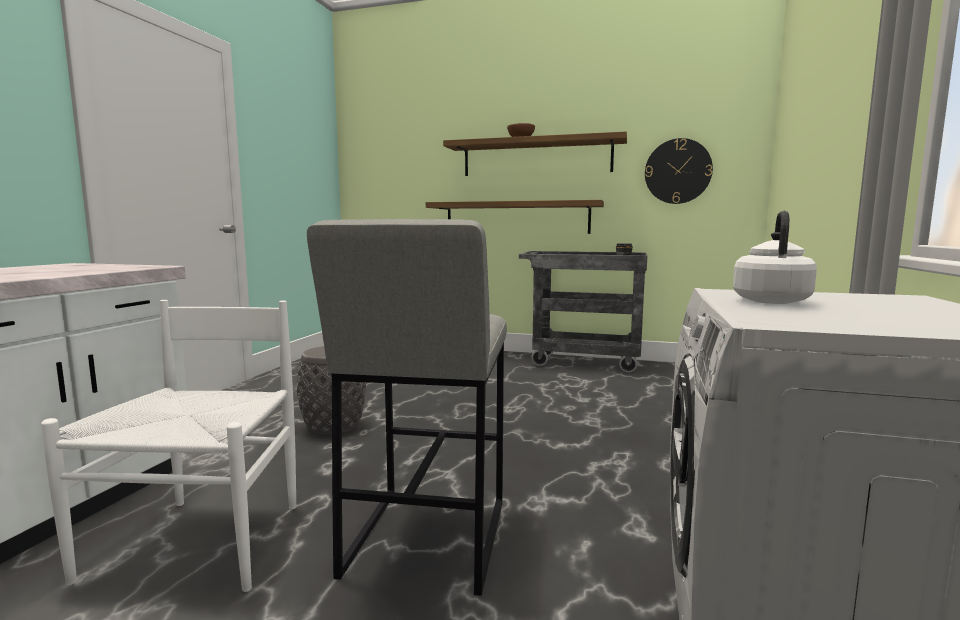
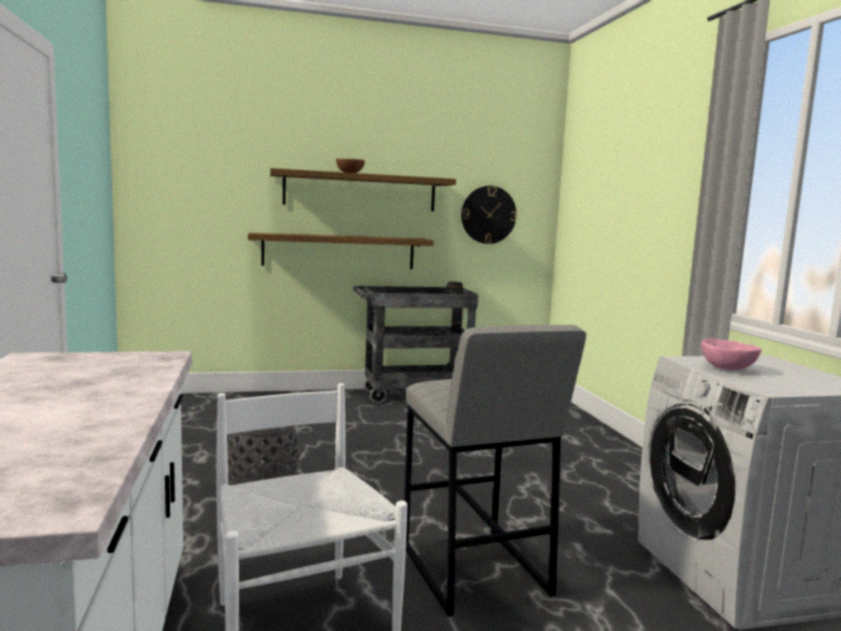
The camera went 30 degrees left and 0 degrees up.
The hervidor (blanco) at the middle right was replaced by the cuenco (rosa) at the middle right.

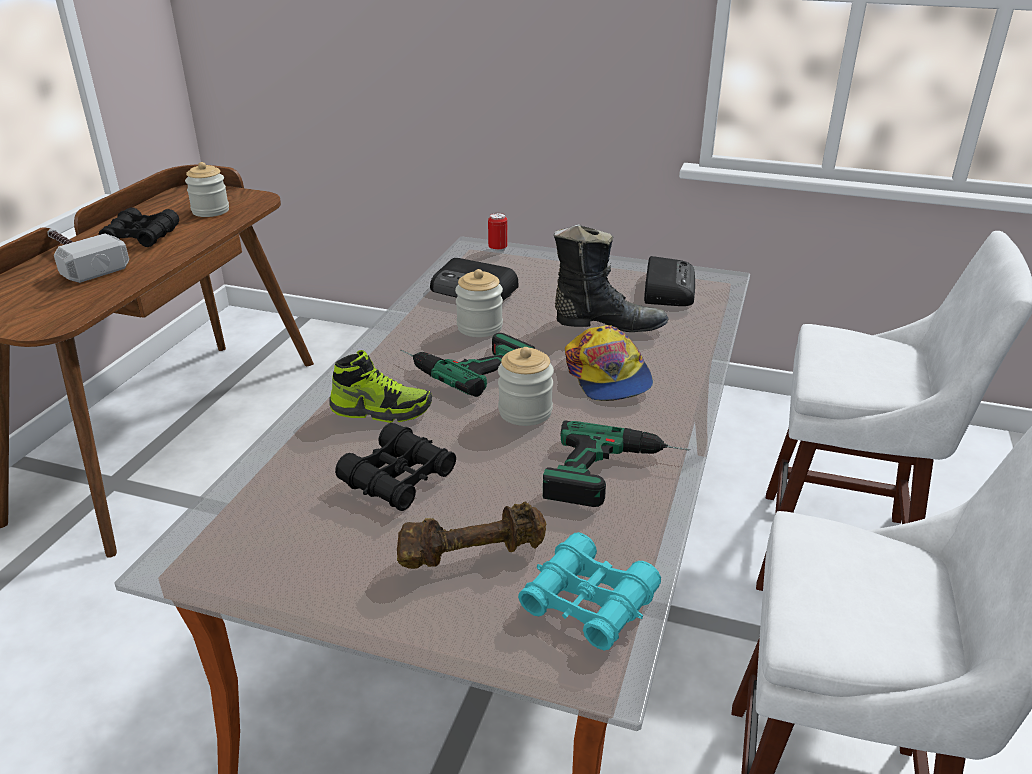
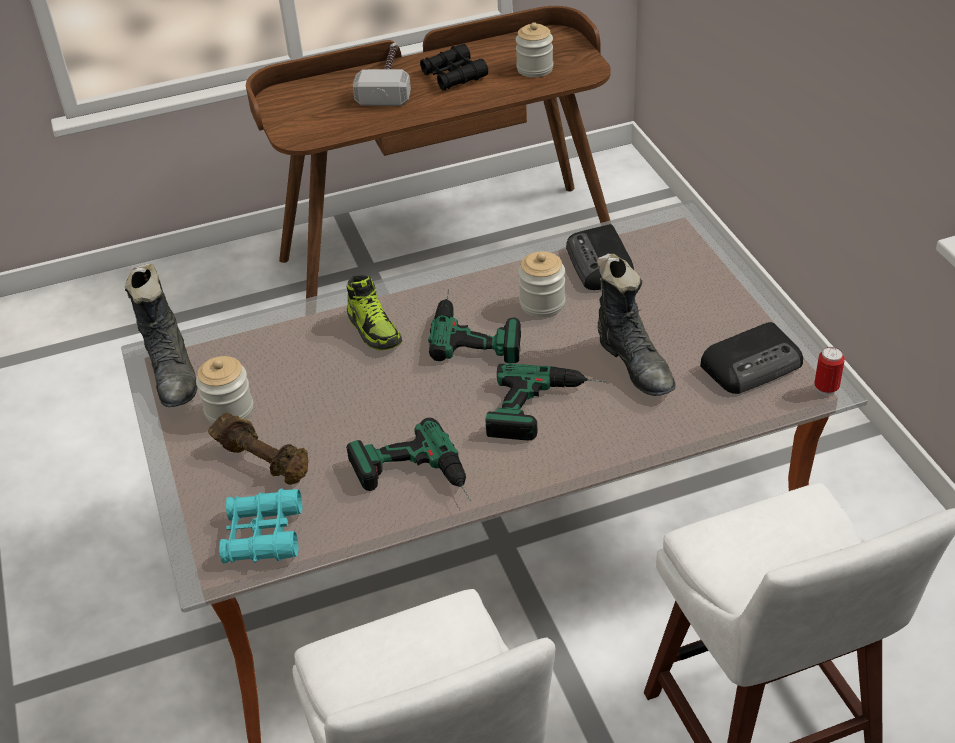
The camera went 55 degrees right and 10 degrees up.
The lata moved from the top centre to the middle right.
The gorra at the centre was replaced by the taladro (3rd from left) at the centre.
The tarro (3rd from left in the first image) moved from the centre to the middle left.
The prismáticos (negro) (2nd from left) at the centre disappeared.
The bota (negro) (1st from left) at the middle left appeared.

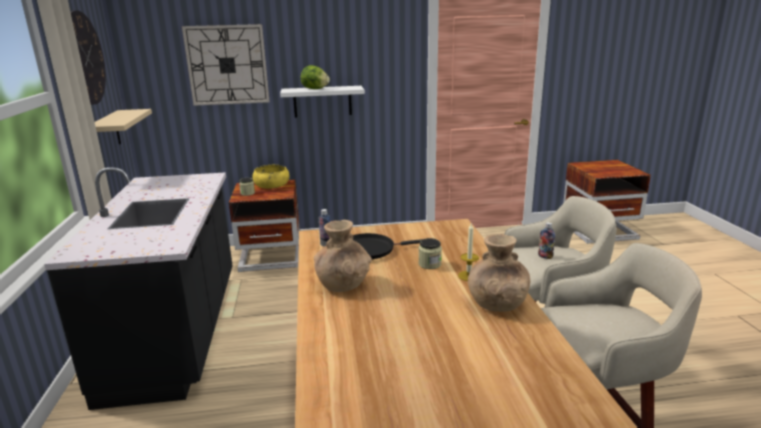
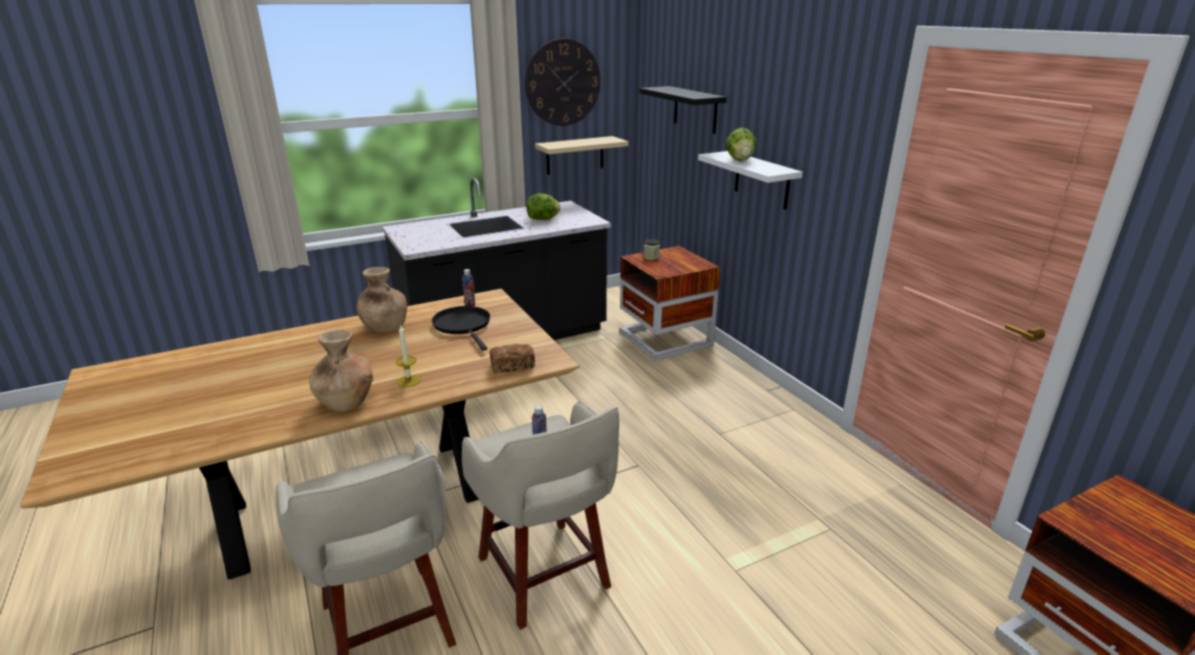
The camera went 70 degrees right and 5 degrees up.
The reloj de pared (2nd from left) at the top left was replaced by the estante (negro) at the top centre.
The cuenco (amarillo) at the centre disappeared.
The tarro (2nd from left) at the centre disappeared.
The lechuga (1st from left) at the top centre appeared.
The pan at the centre appeared.

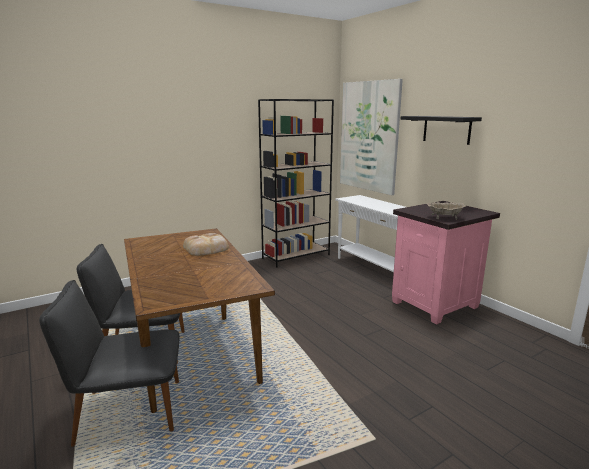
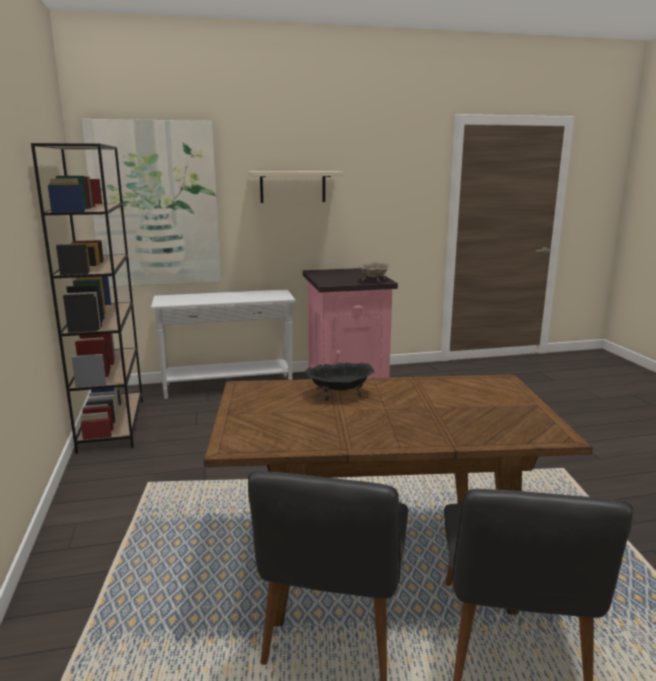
The camera went 70 degrees left and 0 degrees up.
The estante (negro) at the top right became the estante (beis) at the top centre.
The pan at the centre was replaced by the cuenco (negro) at the centre.

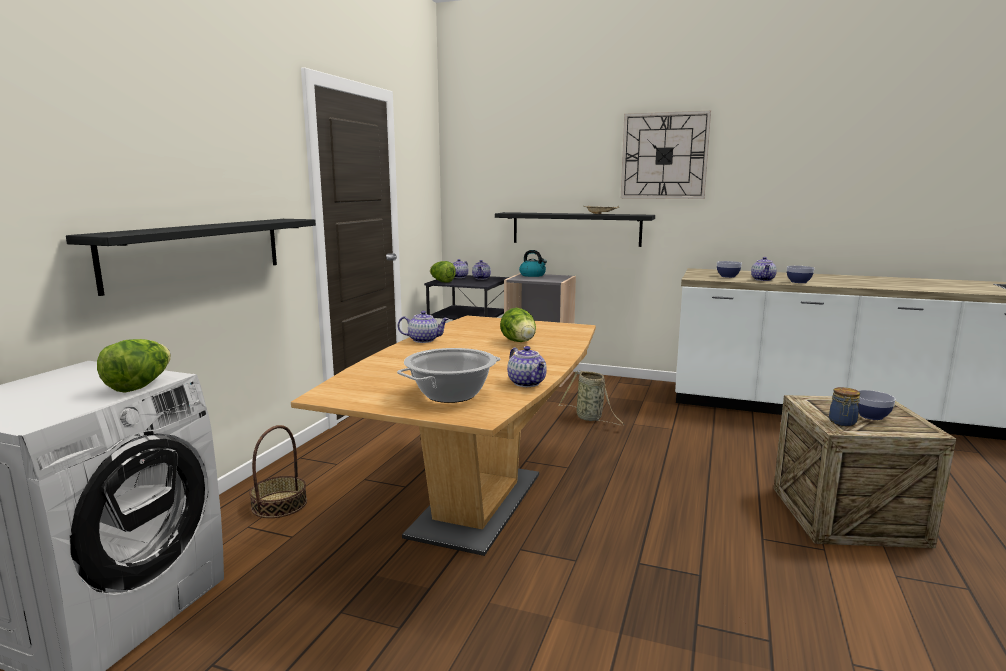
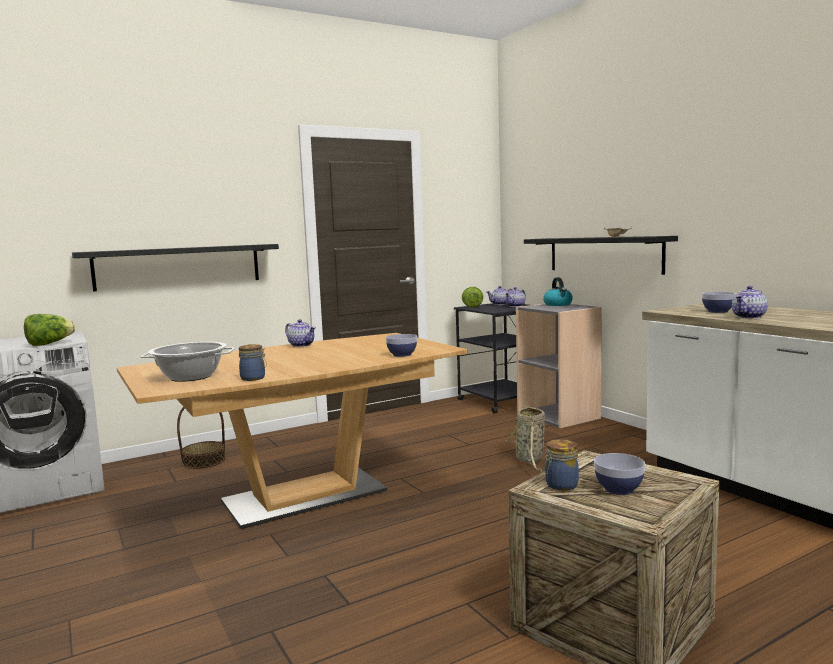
The camera went 40 degrees right and 5 degrees down.
The reloj de pared at the top centre disappeared.
The cuenco (2nd from left in the first image) moved from the middle right to the centre.
The lechuga (3rd from left) at the centre disappeared.
The tetera (4th from left) at the centre was replaced by the tarro (1st from left) at the middle left.

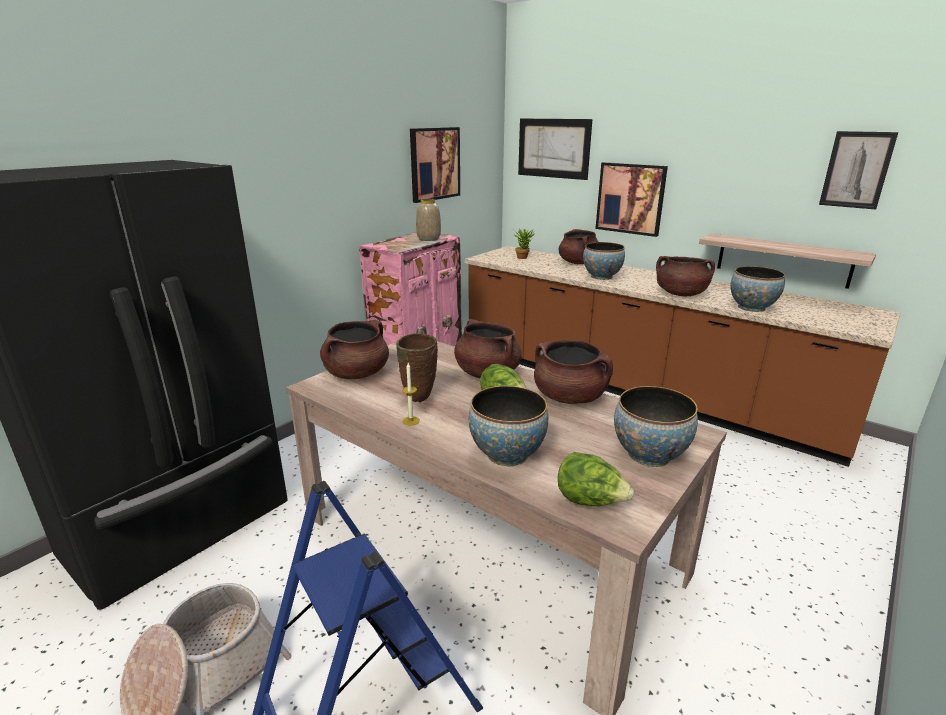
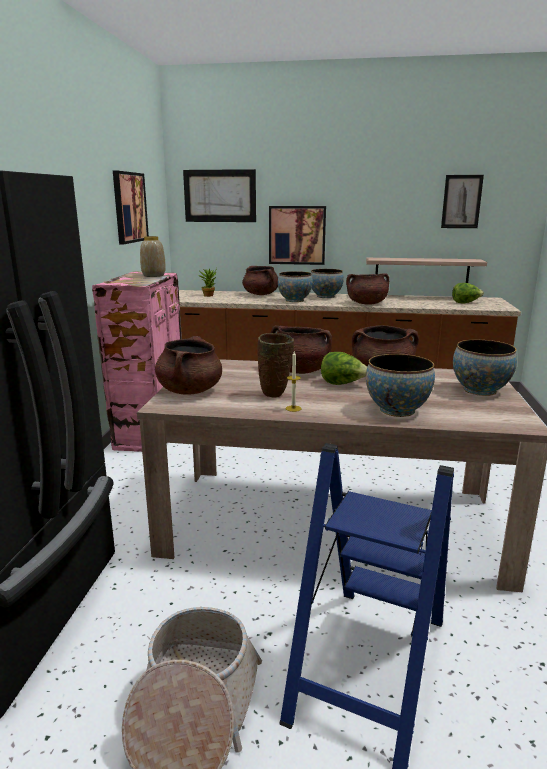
The camera went 30 degrees left and 5 degrees down.
The cuenco (4th from left in the first image) moved from the middle right to the centre.
The lechuga (2nd from left) moved from the bottom centre to the middle right.

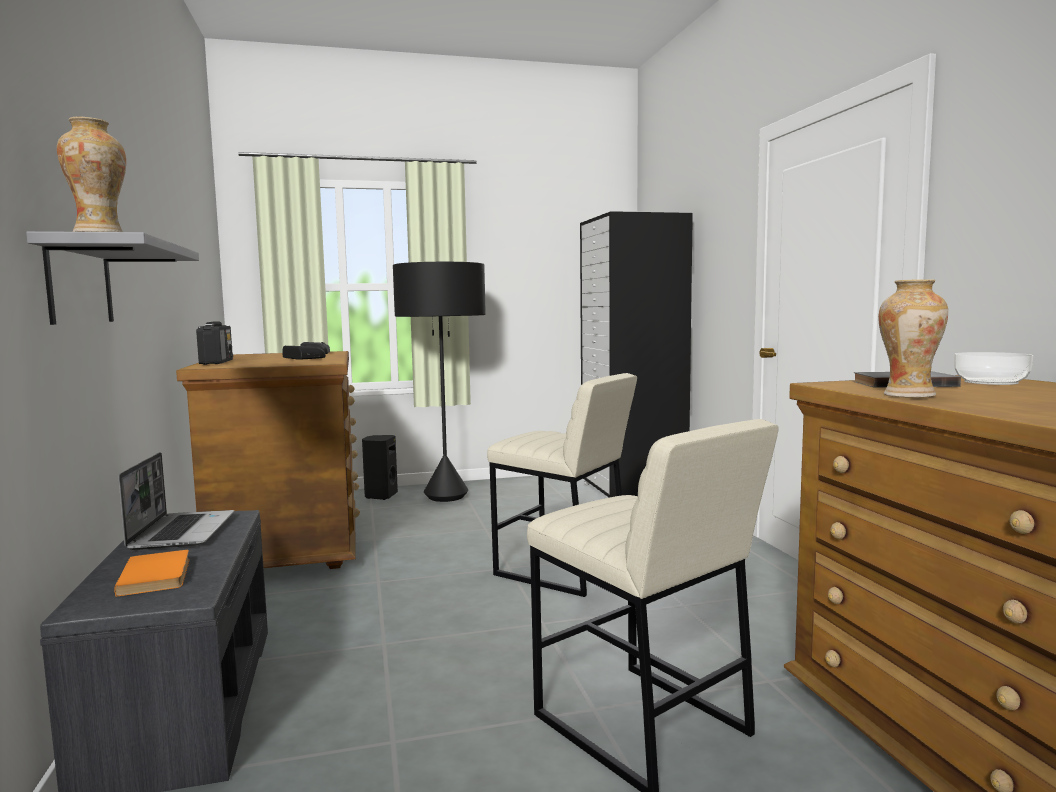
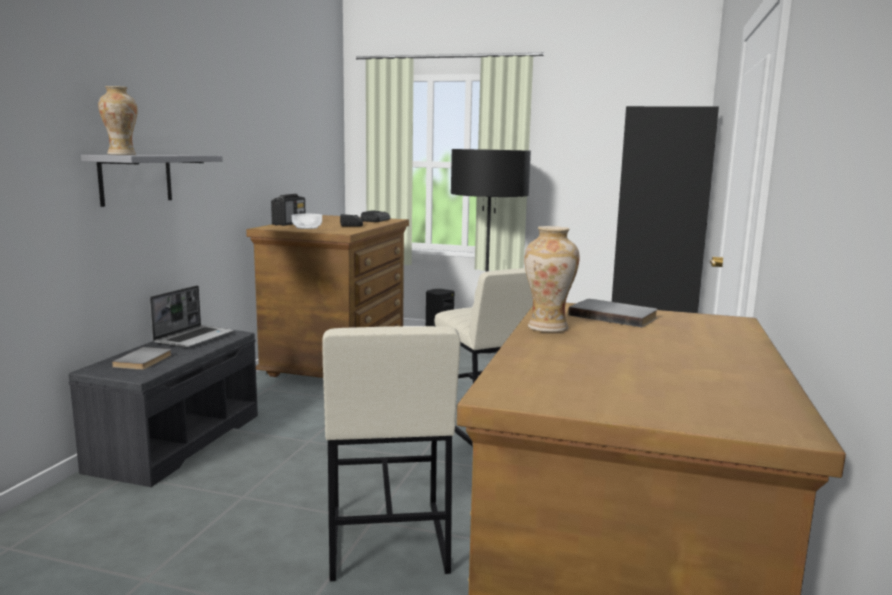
The camera went 30 degrees right and 5 degrees up.
The cuenco moved from the middle right to the centre.
The libro (naranja) at the bottom left became the libro (gris) (1st from left) at the middle left.

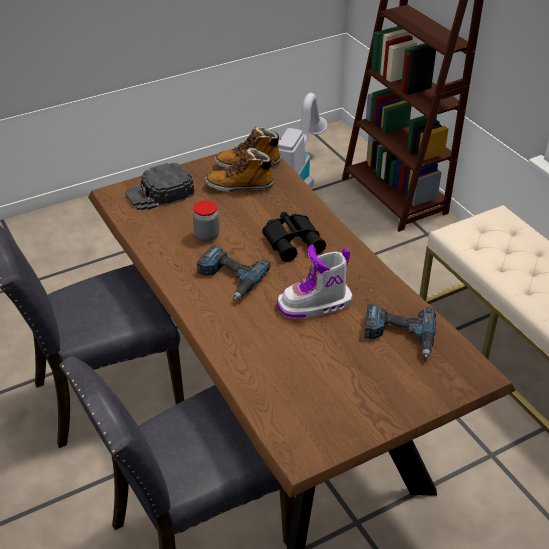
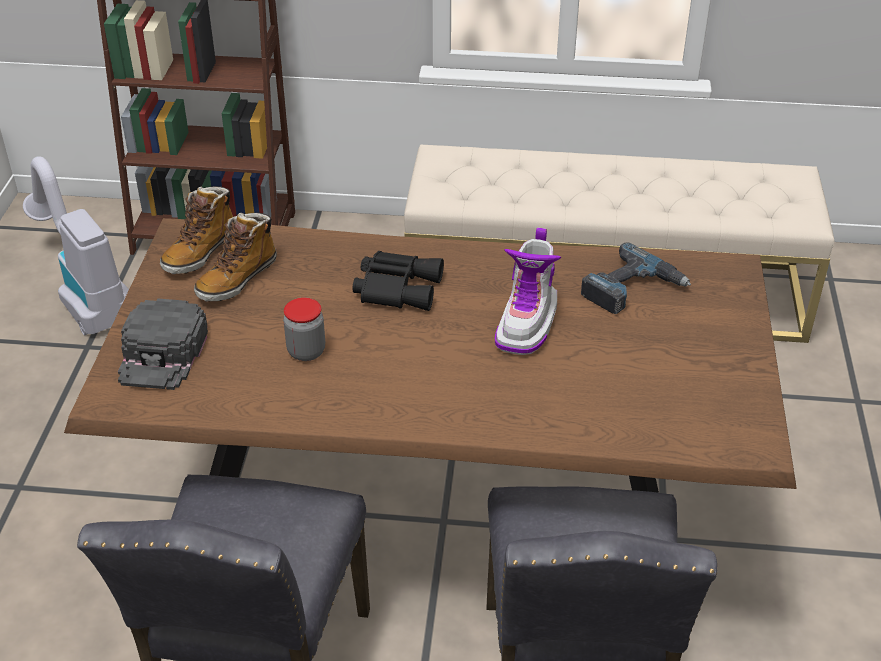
The camera went 55 degrees left and 0 degrees up.
The taladro (1st from left) at the centre disappeared.

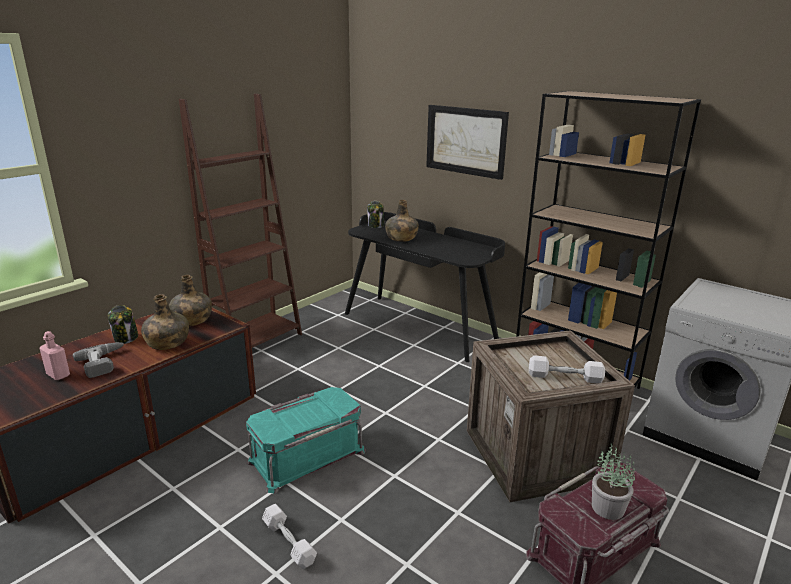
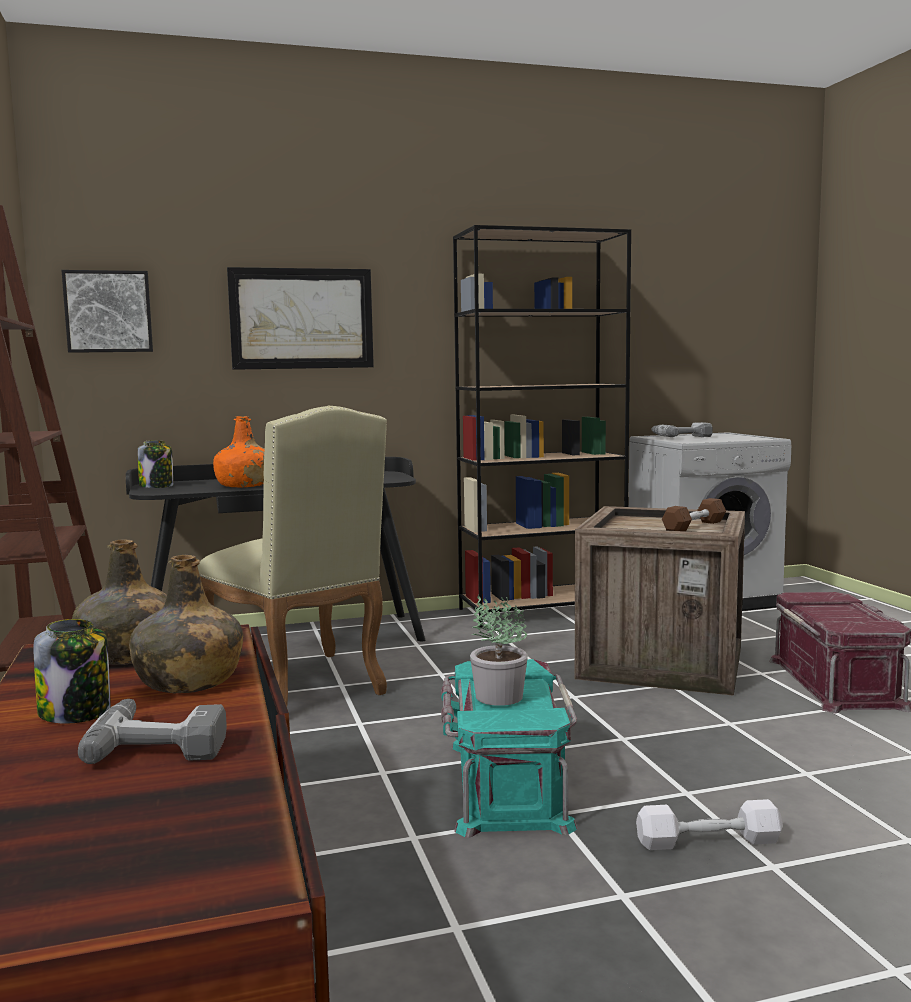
The camera went 55 degrees left and 15 degrees down.
The botella (verde) (3rd from left) at the centre became the botella (naranja) at the middle left.
The botella (rosa) at the middle left disappeared.
The mancuerna (blanco) (2nd from left) at the middle right became the mancuerna (marrón) at the middle right.
The planta en maceta moved from the bottom right to the centre.
The cuadro (1st from left) at the top left appeared.
The silla (beis) at the middle left appeared.
The taladro (2nd from left) at the middle right appeared.

